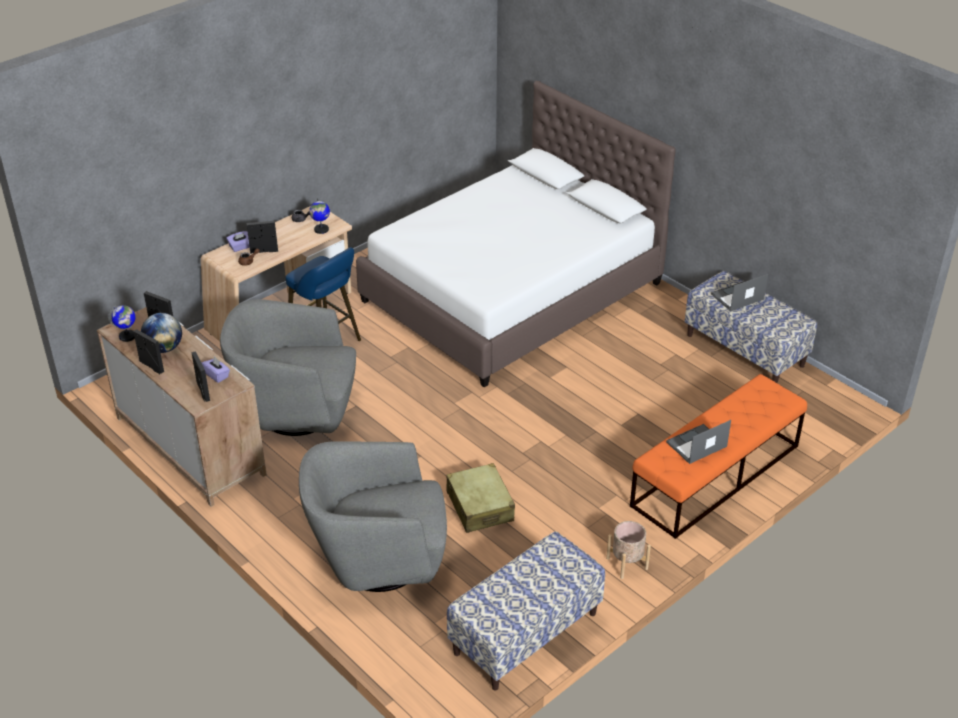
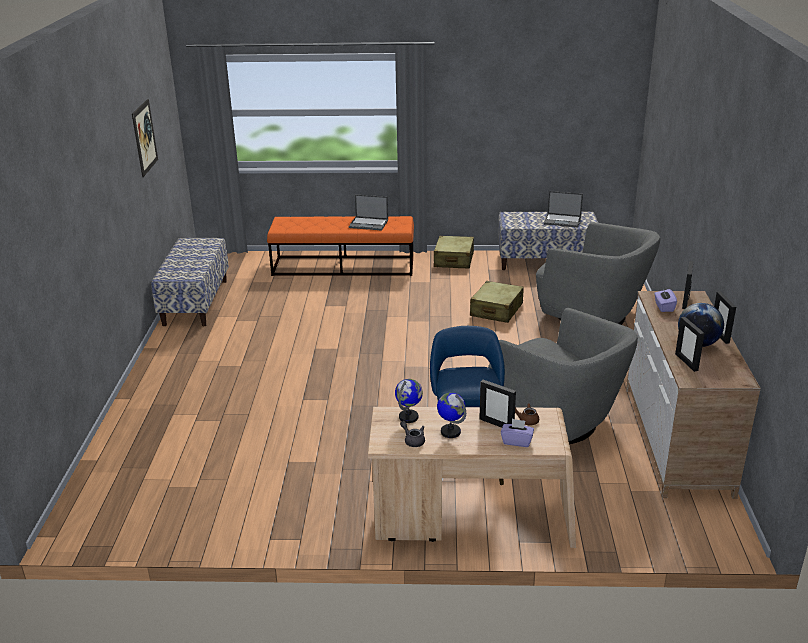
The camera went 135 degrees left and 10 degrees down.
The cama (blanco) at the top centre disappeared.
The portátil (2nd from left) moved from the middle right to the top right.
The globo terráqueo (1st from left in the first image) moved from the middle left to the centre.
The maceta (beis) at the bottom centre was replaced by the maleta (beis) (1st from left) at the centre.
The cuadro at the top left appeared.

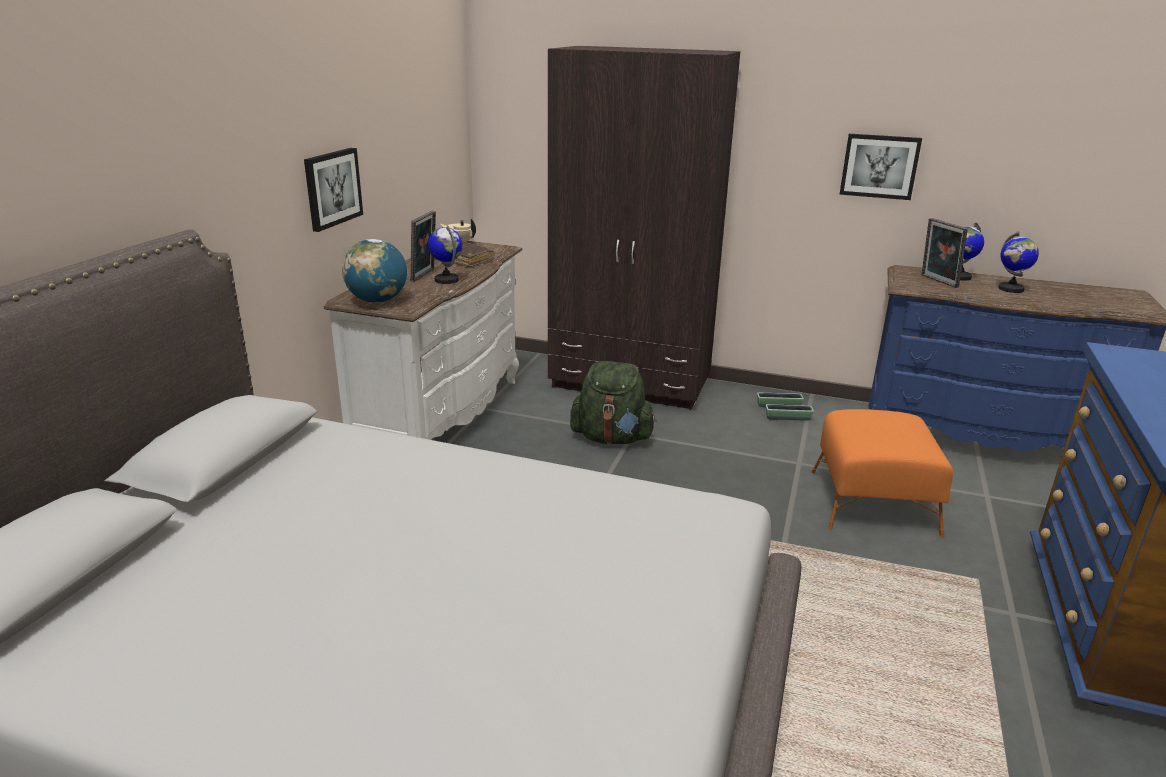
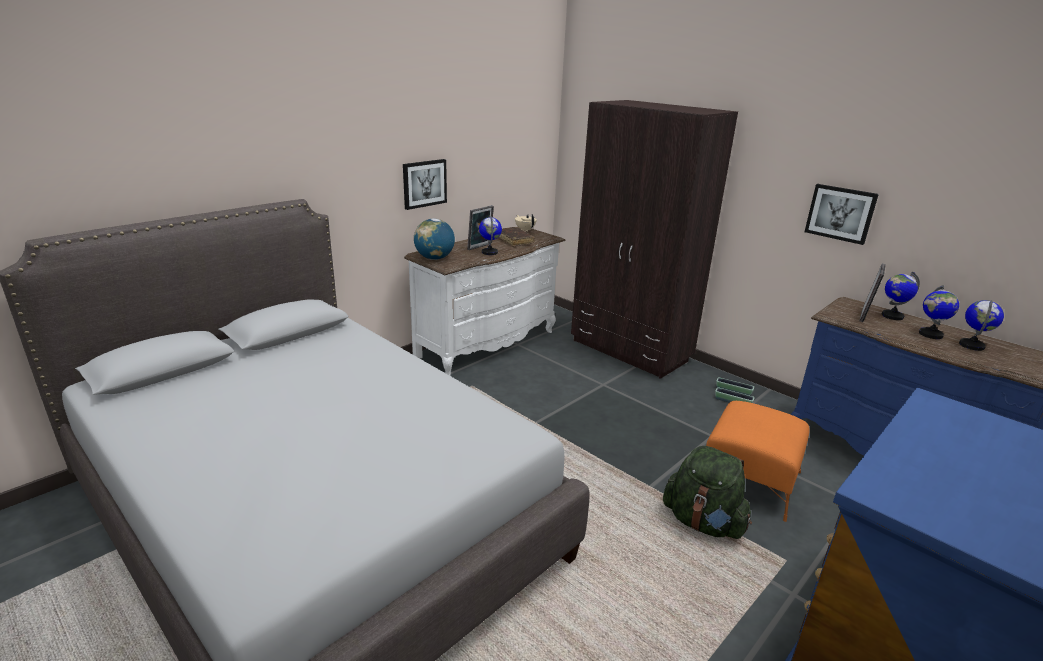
The camera went 25 degrees right and 0 degrees up.
The portarretratos (2nd from left) at the top right turned 150 degrees counterclockwise.
The mochila (verde) moved from the centre to the bottom right.
The globo terráqueo (5th from left) at the middle right appeared.

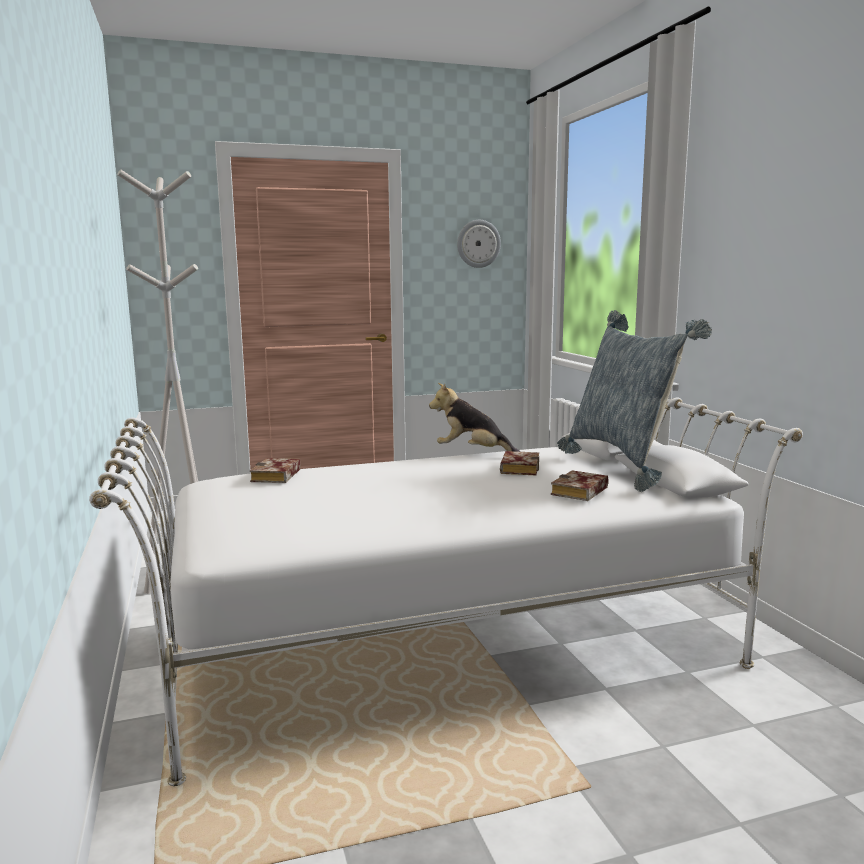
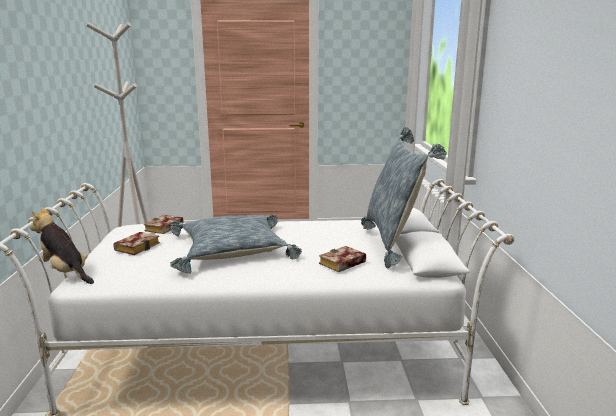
The camera went 15 degrees right and 5 degrees up.
The reloj de pared at the top centre disappeared.
The peluche moved from the centre to the middle left.
The libro (2nd from left in the first image) moved from the centre to the middle left.
The cojín (1st from left) at the centre appeared.

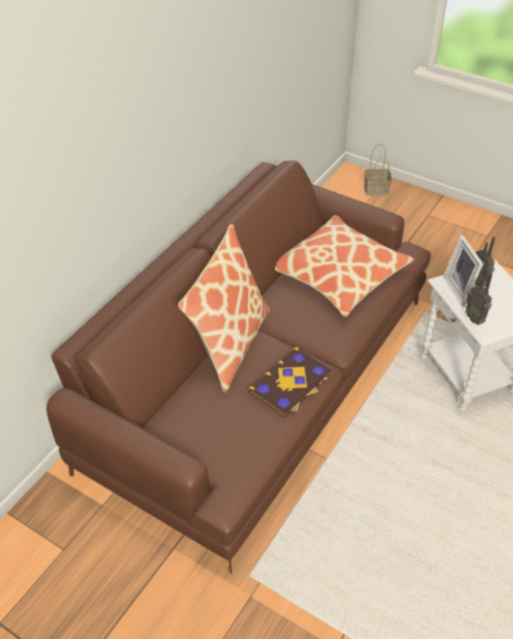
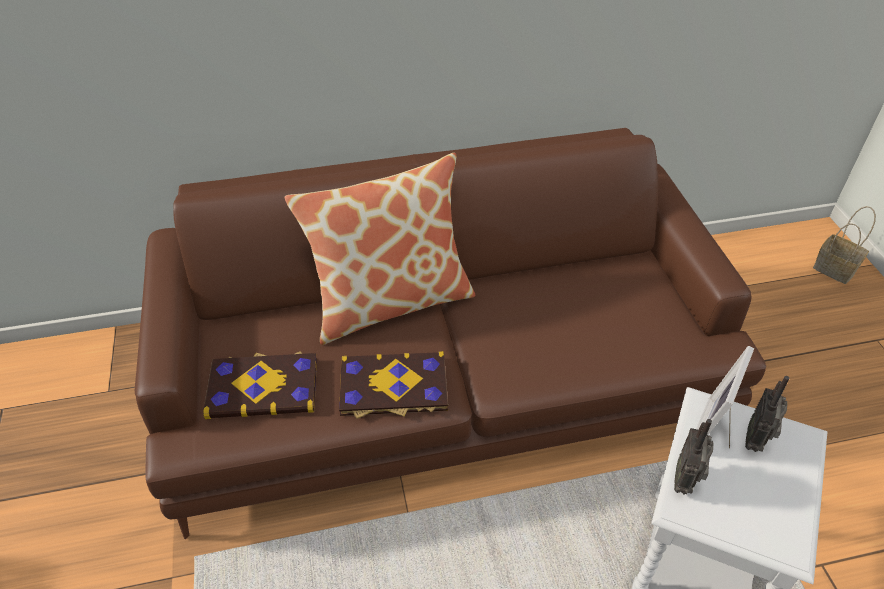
The camera went 45 degrees right and 0 degrees up.
The cojín (2nd from left) at the middle right disappeared.
The libro (1st from left) at the middle left appeared.

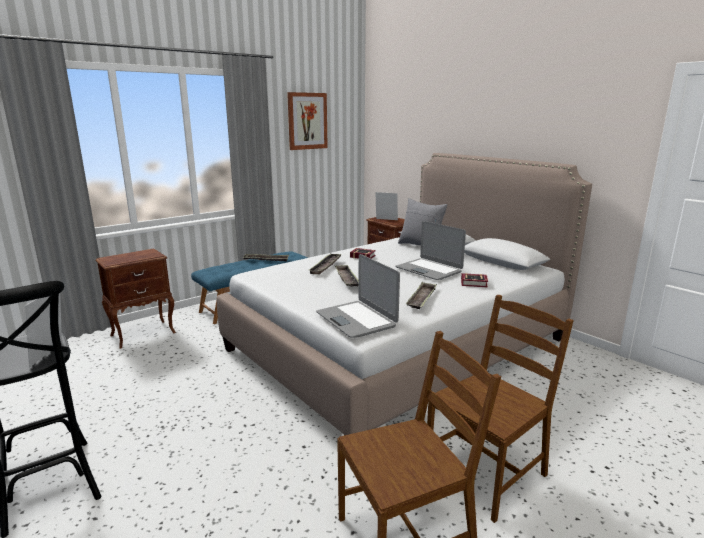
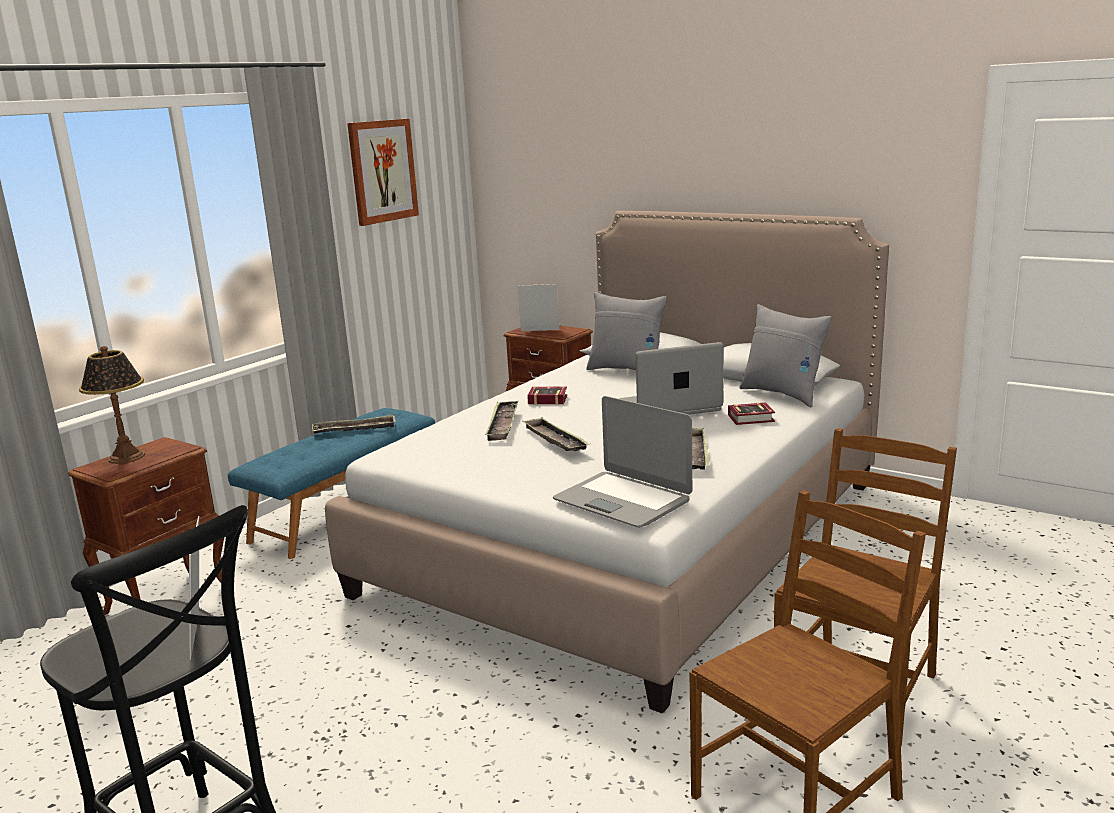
The camera went 15 degrees left and 0 degrees up.
The portátil (2nd from left) at the centre turned 135 degrees clockwise.
The cojín (gris) (2nd from left) at the middle right appeared.
The lámpara de mesa at the middle left appeared.

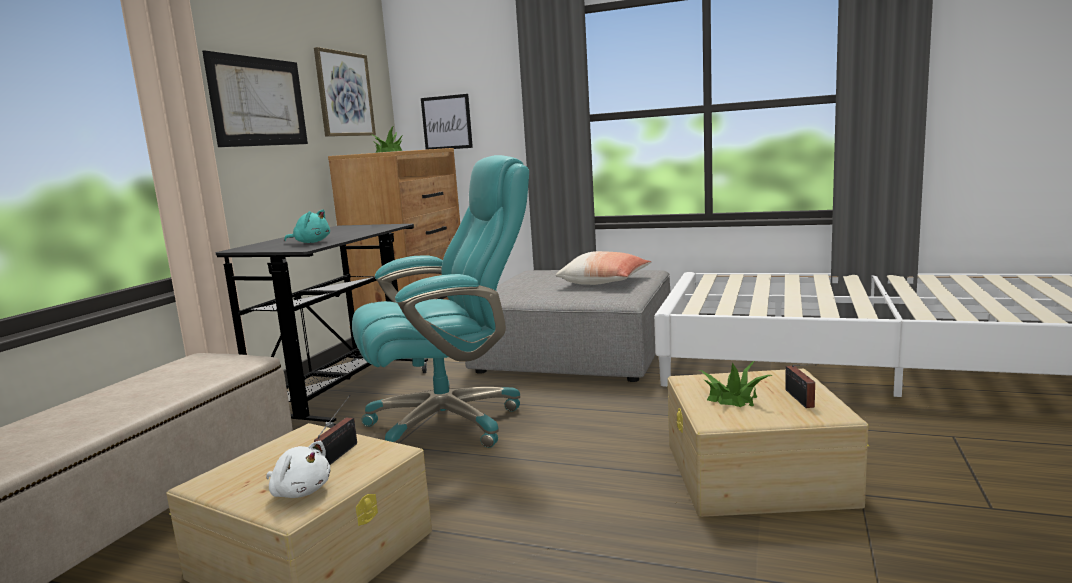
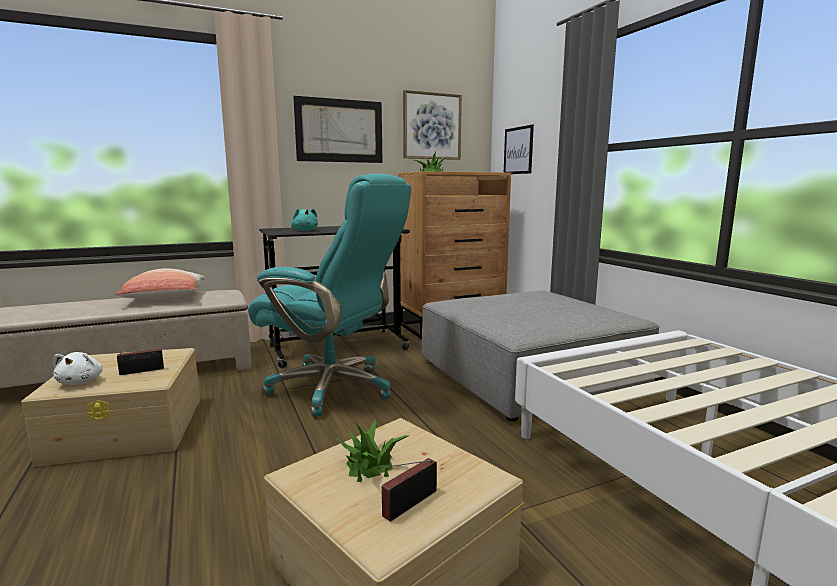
The camera went 45 degrees right and 0 degrees up.
The cojín moved from the centre to the middle left.

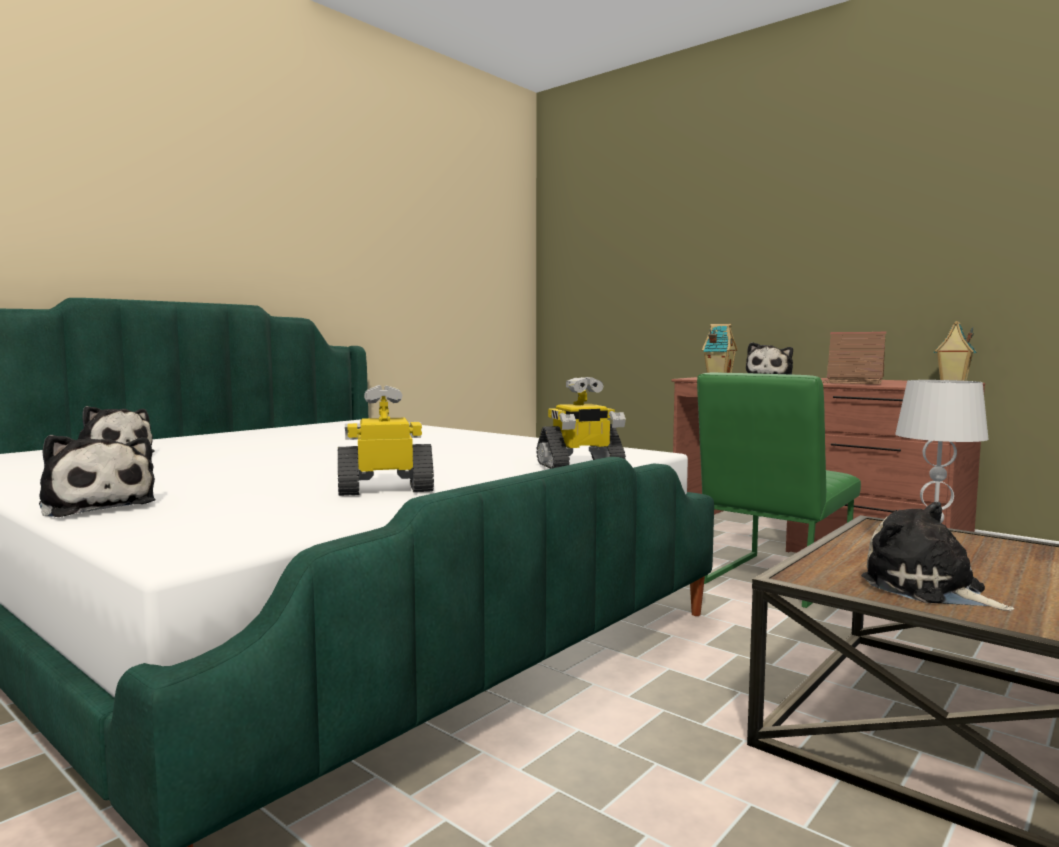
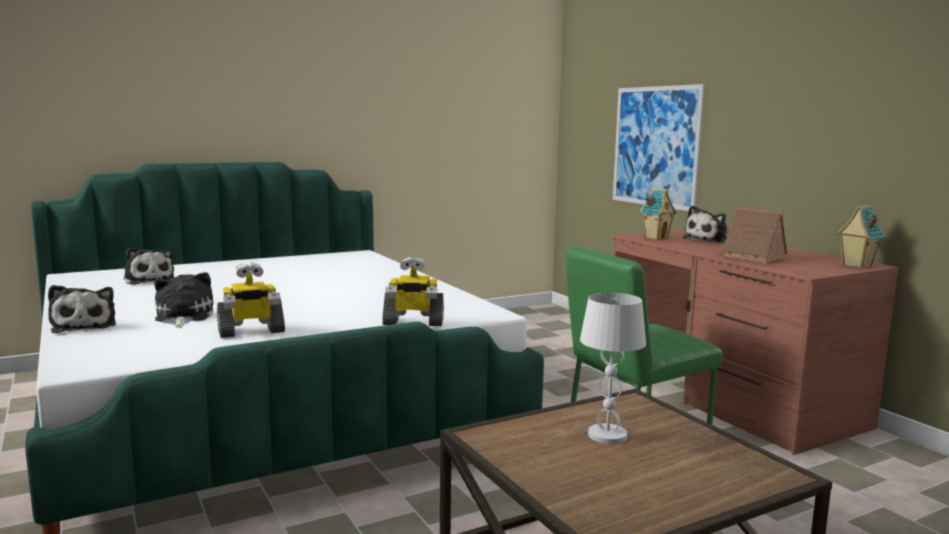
The camera went 20 degrees right and 5 degrees up.
The robot de juguete (1st from left) at the centre turned 150 degrees clockwise.
The peluche (4th from left in the first image) moved from the middle right to the middle left.
The cuadro at the top right appeared.

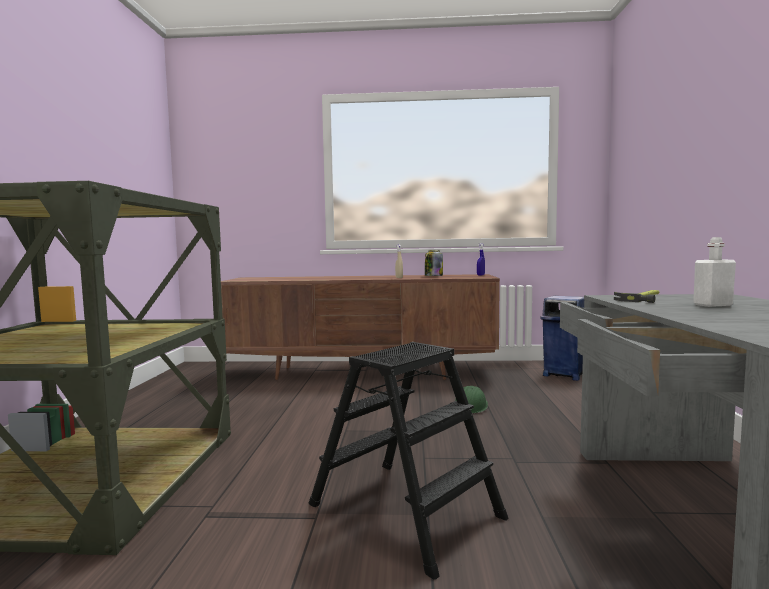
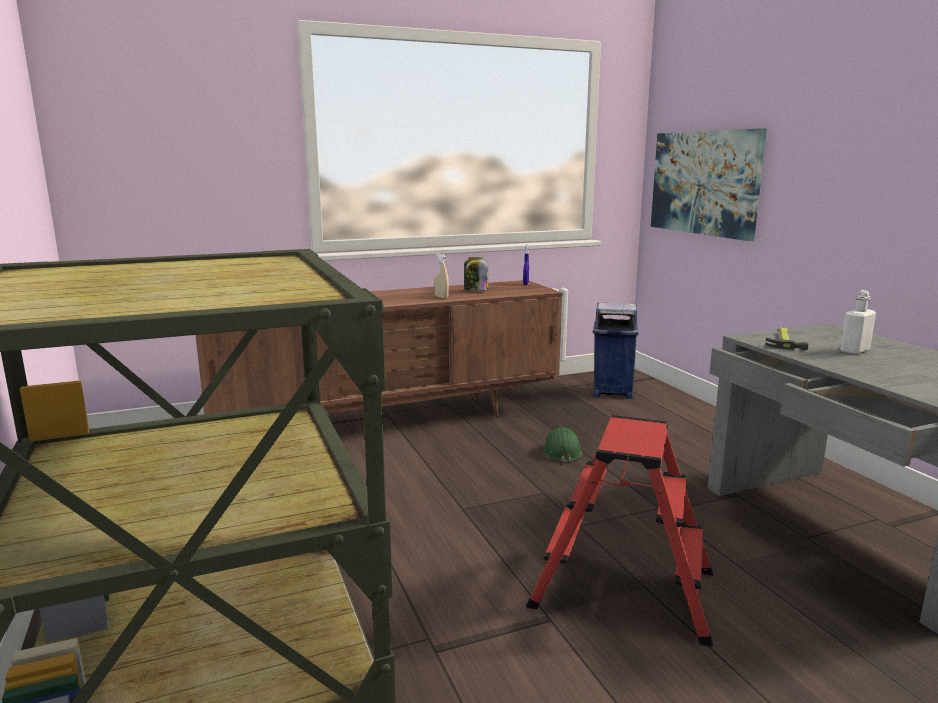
The camera went 25 degrees left and 10 degrees up.
The escalera de tijera (negro) at the bottom centre became the escalera de tijera (rojo) at the bottom centre.
The cuadro at the top right appeared.

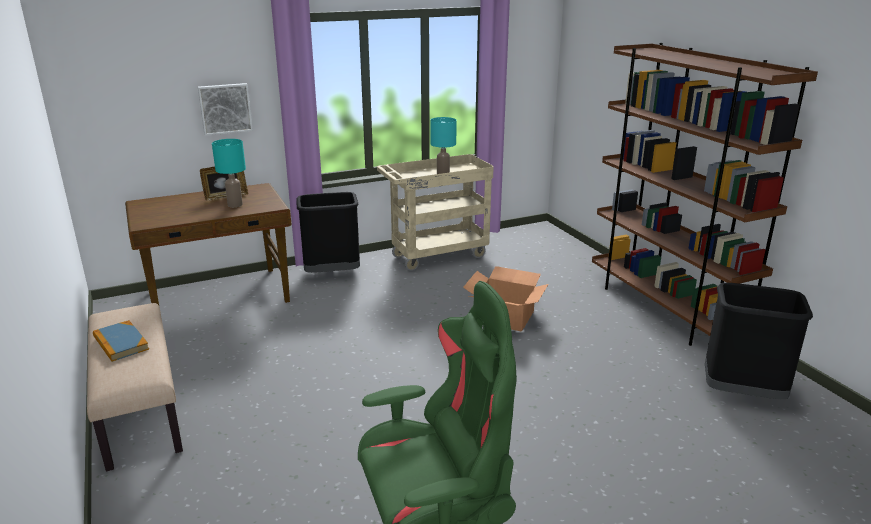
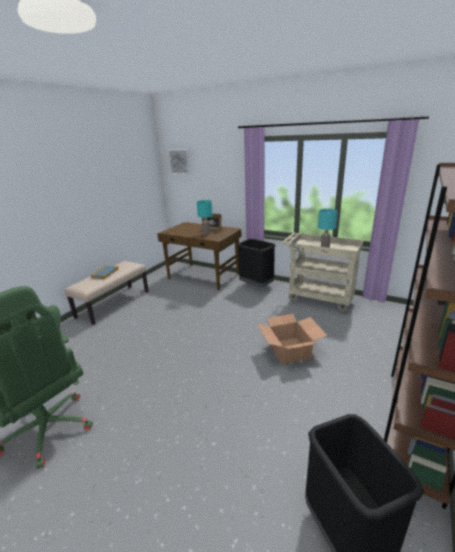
The camera went 55 degrees right and 0 degrees up.
The cuadro moved from the top left to the top centre.

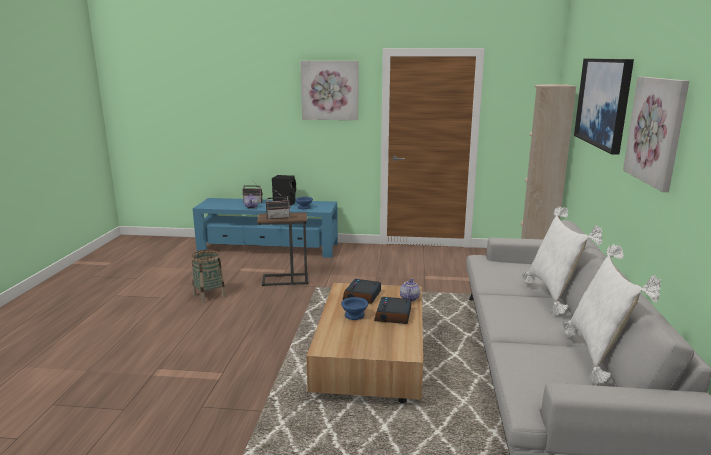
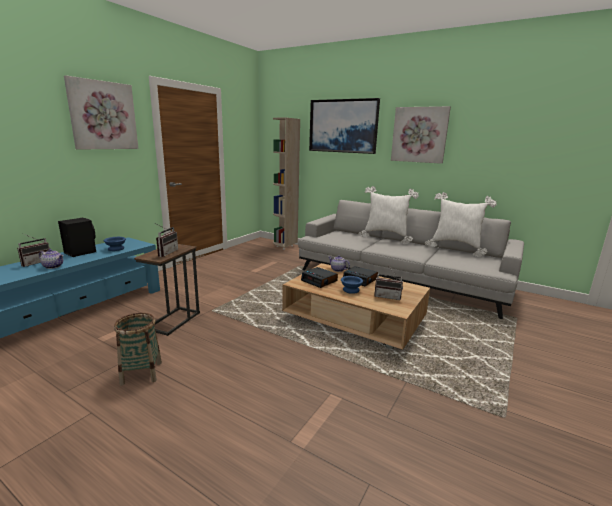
The camera went 65 degrees left and 0 degrees up.
The radio (3rd from left) at the centre appeared.

